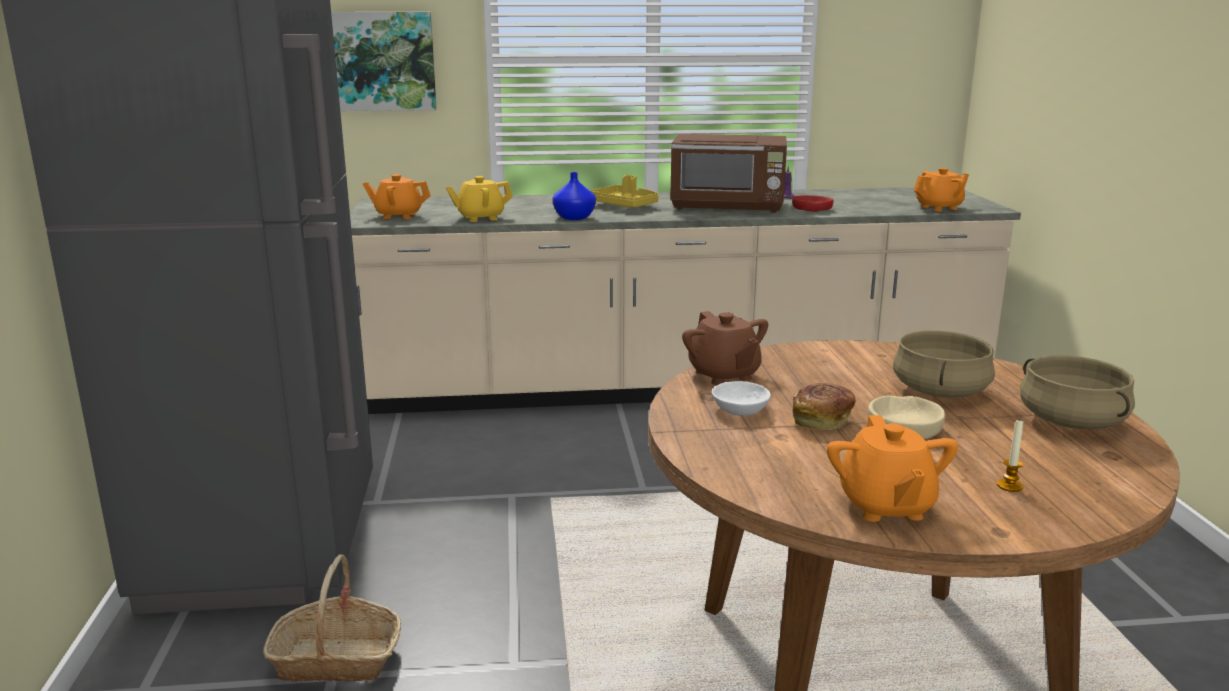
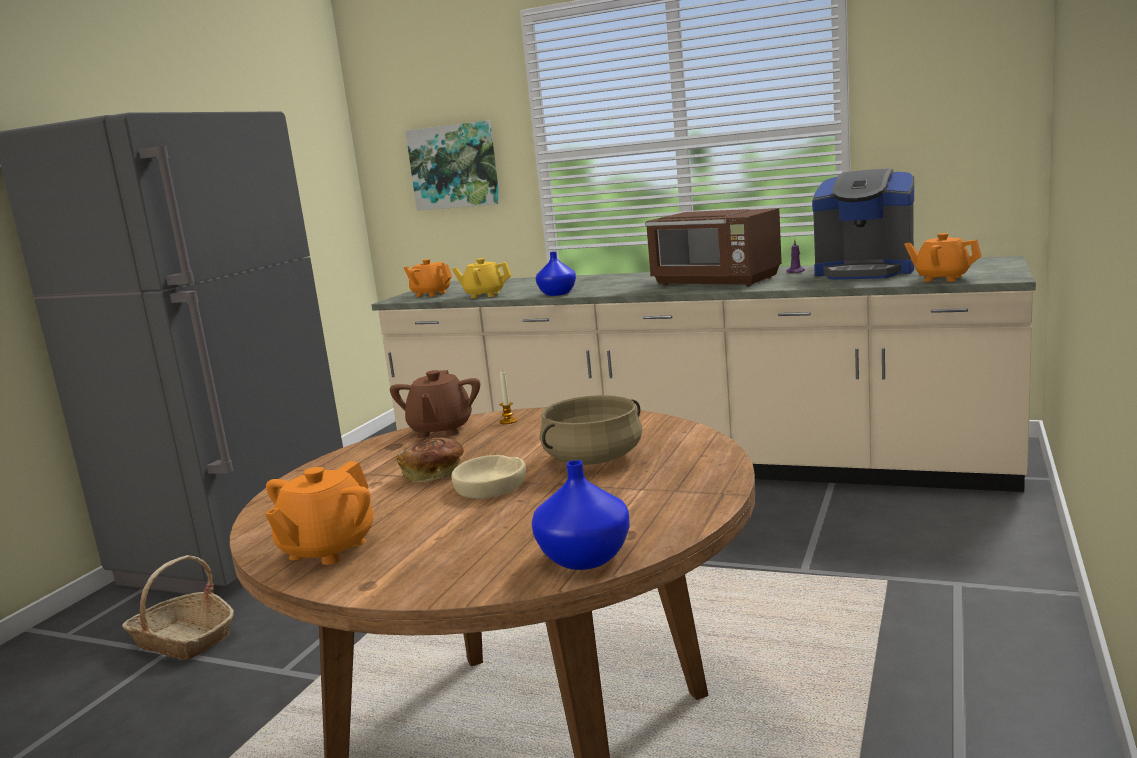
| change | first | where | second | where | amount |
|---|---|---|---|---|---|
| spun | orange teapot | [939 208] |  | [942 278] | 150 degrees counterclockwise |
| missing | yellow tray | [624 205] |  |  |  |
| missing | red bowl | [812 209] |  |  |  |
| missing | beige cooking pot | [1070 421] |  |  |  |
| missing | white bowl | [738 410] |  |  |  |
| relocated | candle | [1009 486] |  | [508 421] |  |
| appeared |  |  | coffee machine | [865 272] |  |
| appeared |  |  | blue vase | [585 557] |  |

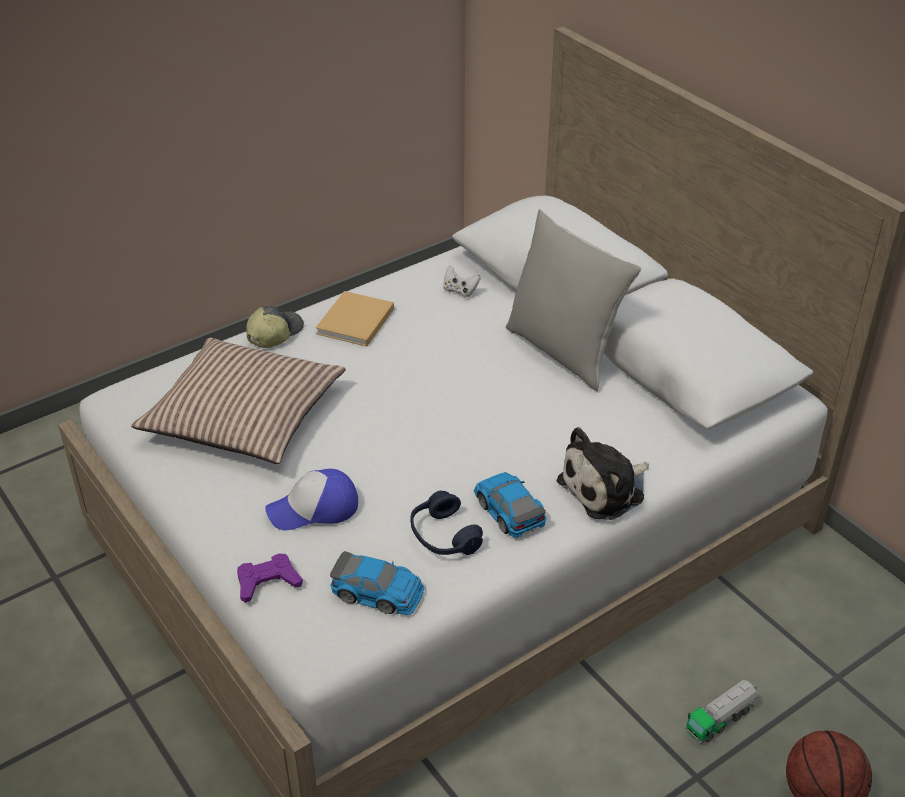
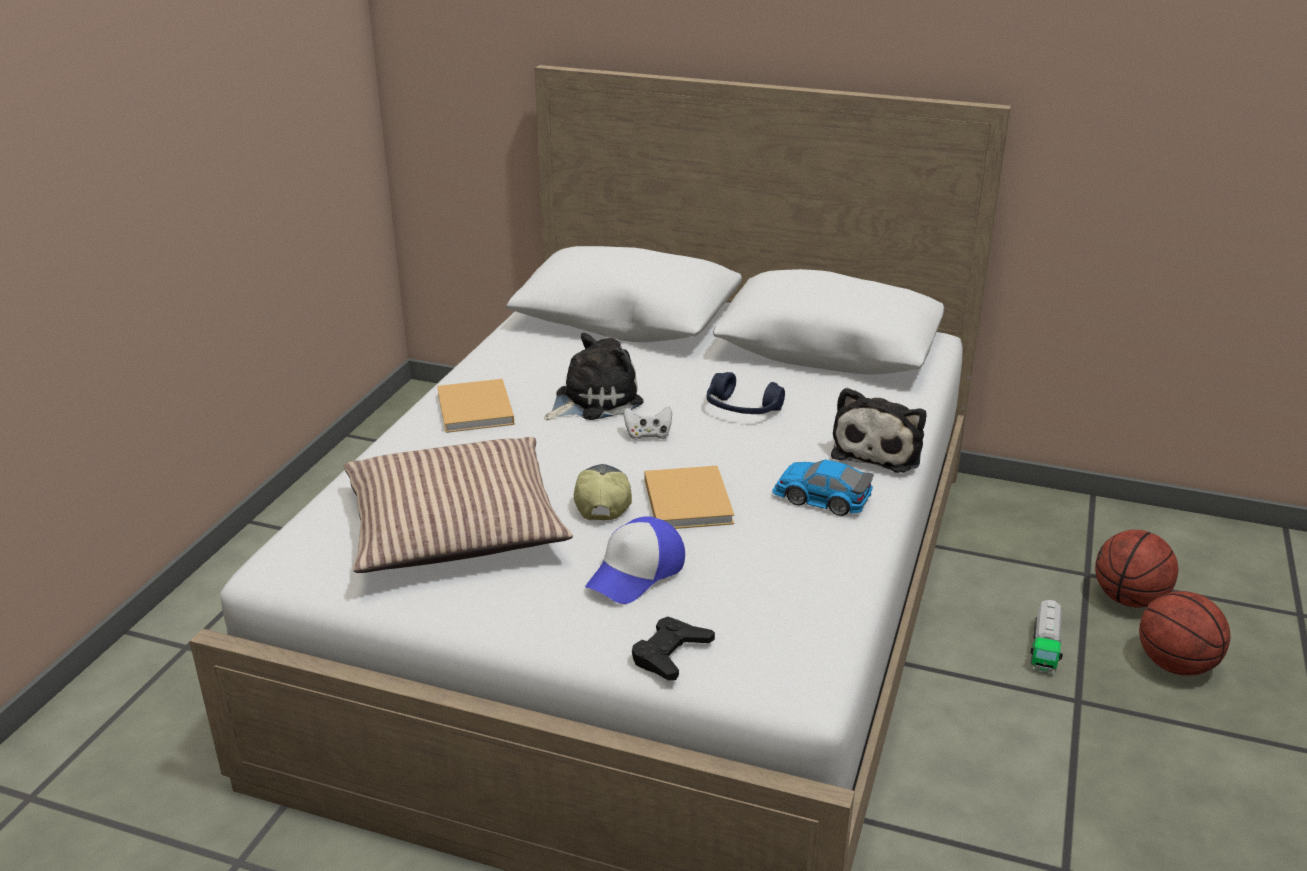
| change | first | where | second | where | amount |
|---|---|---|---|---|---|
| missing | grey pillow | [564 351] |  |  |  |
| relocated | white game controller | [460 291] |  | [648 435] |  |
| relocated | cap | [274 333] |  | [601 502] |  |
| relocated | blue headphones | [443 536] |  | [742 409] |  |
| missing | toy car | [378 592] |  |  |  |
| colour | purple game controller | [267 582] | black game controller | [670 654] |  |
| appeared |  |  | plush toy | [593 400] |  |
| appeared |  |  | beige book | [687 499] |  |
| appeared |  |  | basketball | [1128 599] |  |

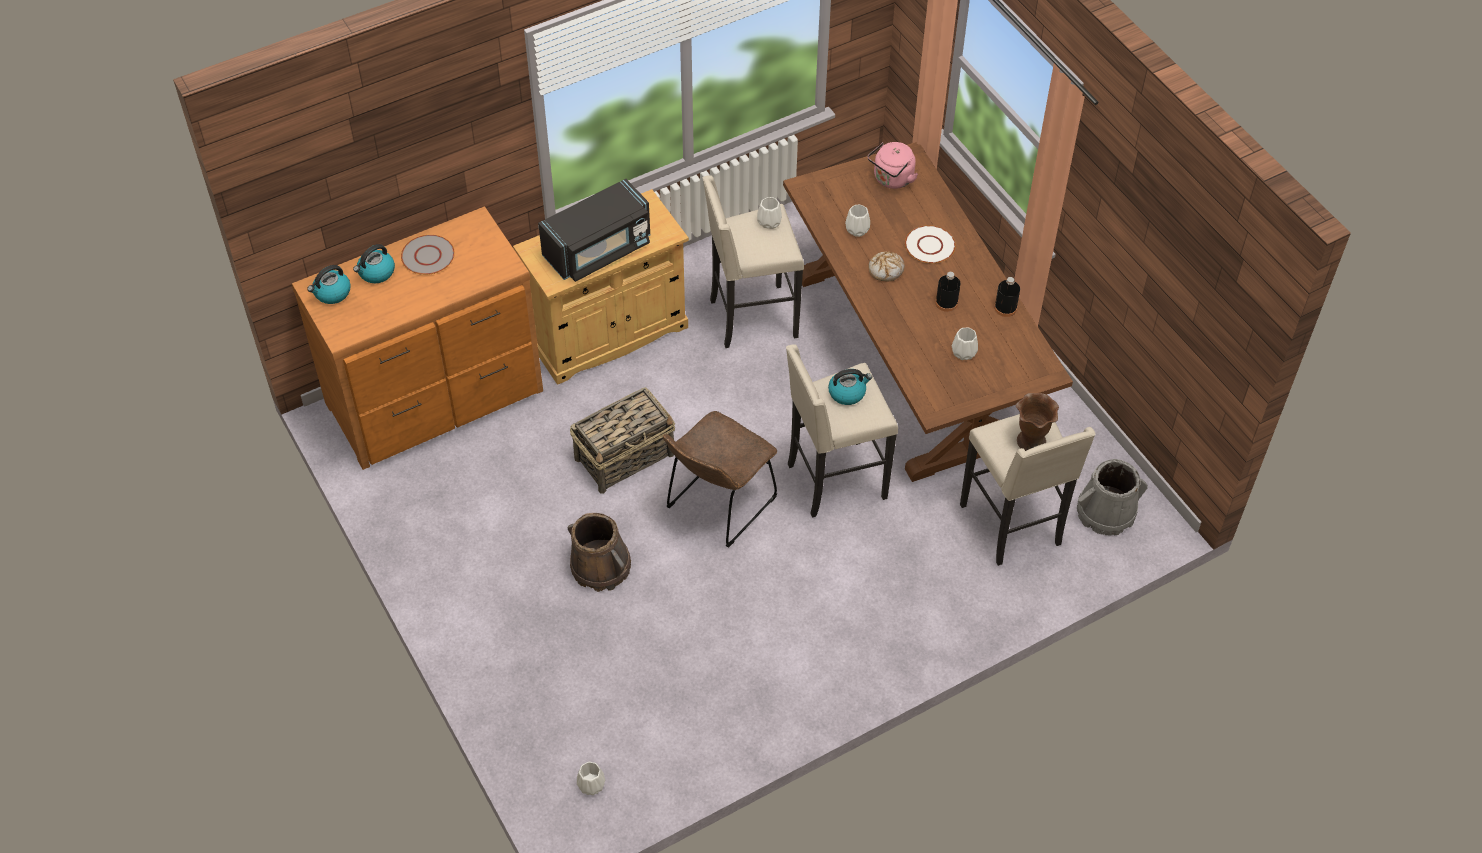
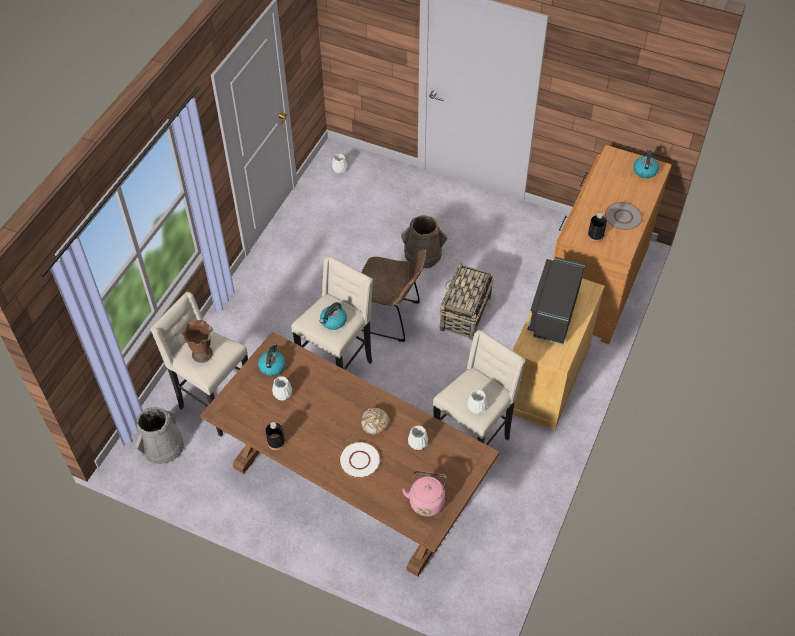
| change | first | where | second | where | amount |
|---|---|---|---|---|---|
| relocated | kettle | [376 273] |  | [272 366] |  |
| relocated | black bottle | [946 303] |  | [595 235] |  |
| spun | brown chair | [718 506] |  | [390 317] | 105 degrees clockwise |

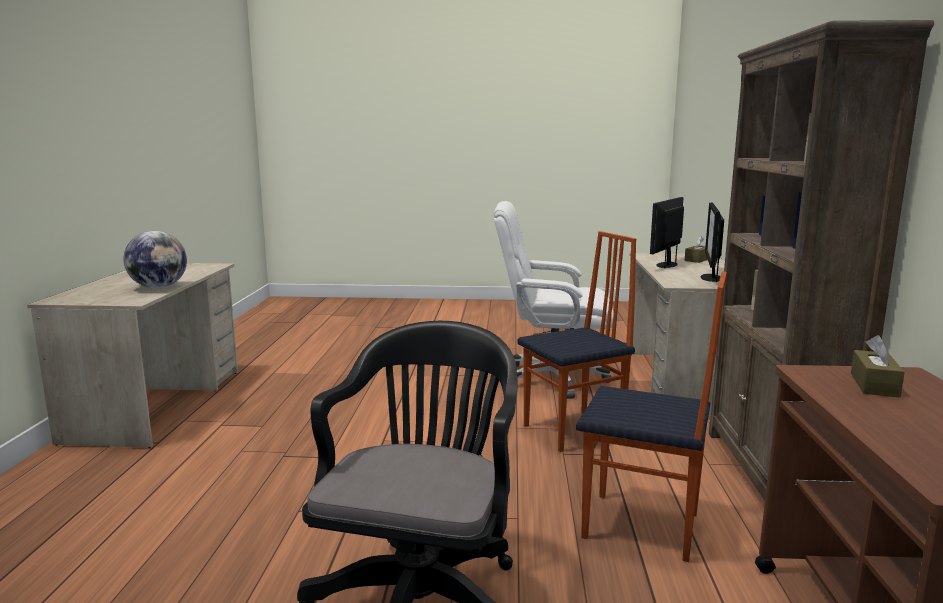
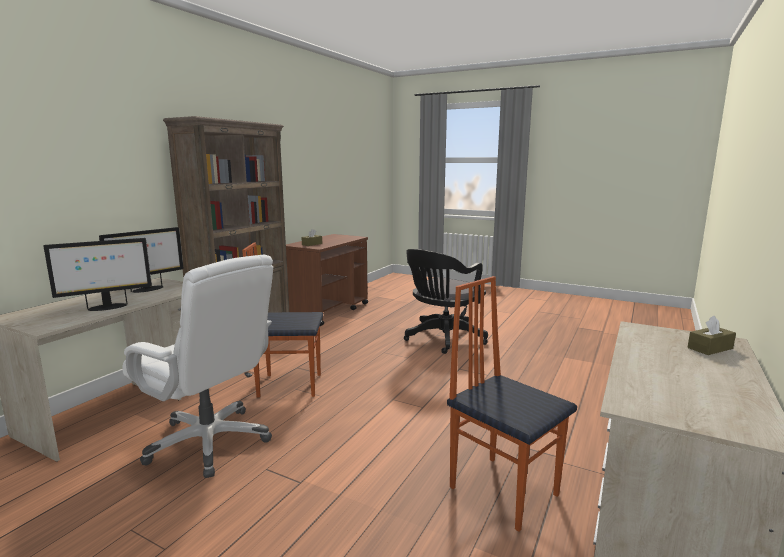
| change | first | where | second | where | amount |
|---|---|---|---|---|---|
| missing | globe | [159 287] |  |  |  |
| relocated | brown tissue box | [697 260] |  | [710 348] |  |
| relocated | chair | [641 527] |  | [503 489] |  |

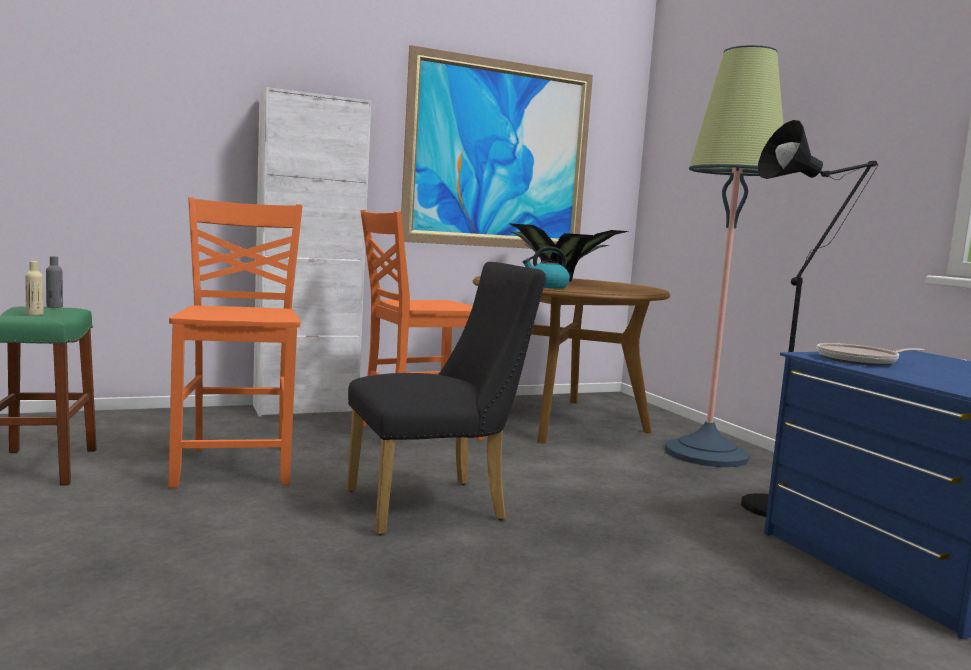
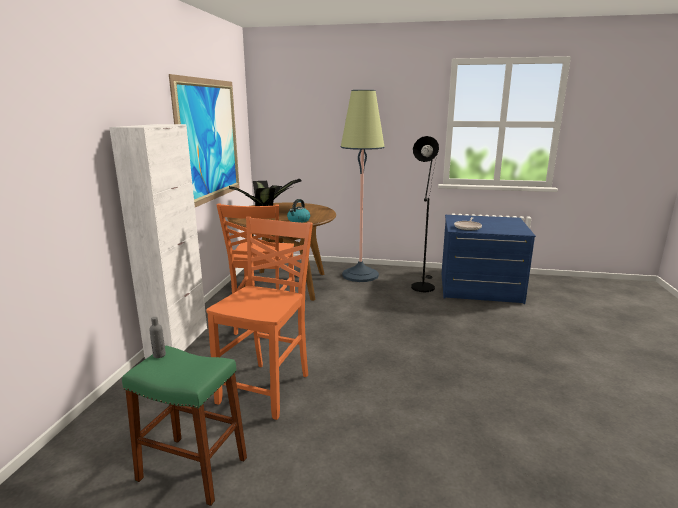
| change | first | where | second | where | amount |
|---|---|---|---|---|---|
| spun | orange chair | [237 465] |  | [267 388] | 90 degrees clockwise |
| missing | beige bottle | [34 314] |  |  |  |
| missing | black chair | [437 505] |  |  |  |

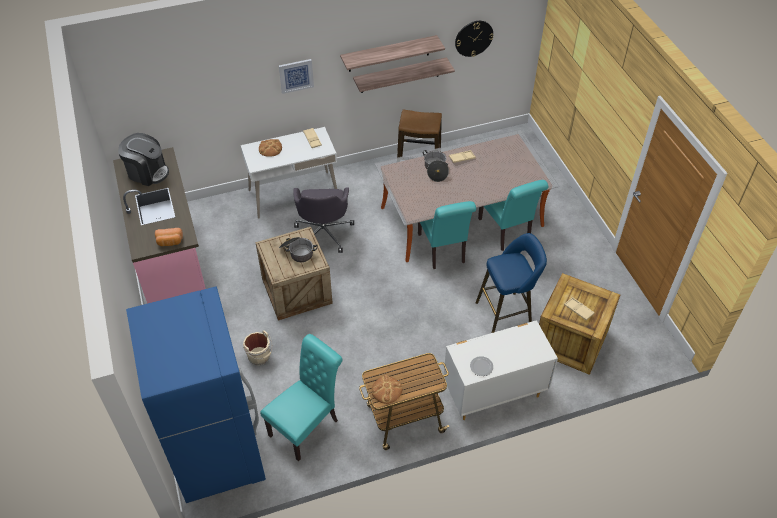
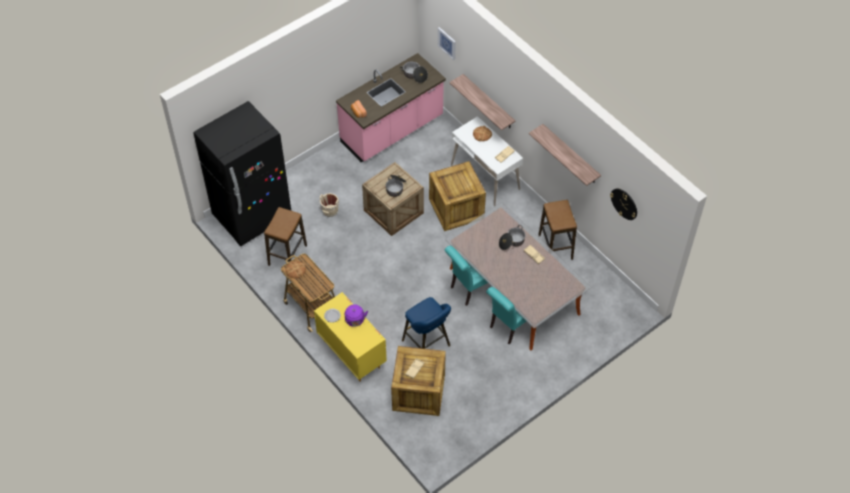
| change | first | where | second | where | amount |
|---|---|---|---|---|---|
| relocated | shelf | [400 75] |  | [488 102] |  |
| relocated | picture | [296 75] |  | [447 43] |  |
| exchanged | coffee machine | [147 172] | cooking pot | [414 75] |  |
| exchanged | grey office chair | [324 233] | crate | [455 208] |  |
| colour | blue fridge | [217 452] | black fridge | [252 216] |  |
| colour | white dresser | [493 394] | yellow dresser | [351 353] |  |
| exchanged | turquoise chair | [307 425] | stool | [287 255] |  |
| appeared |  |  | purple kettle | [355 321] |  |

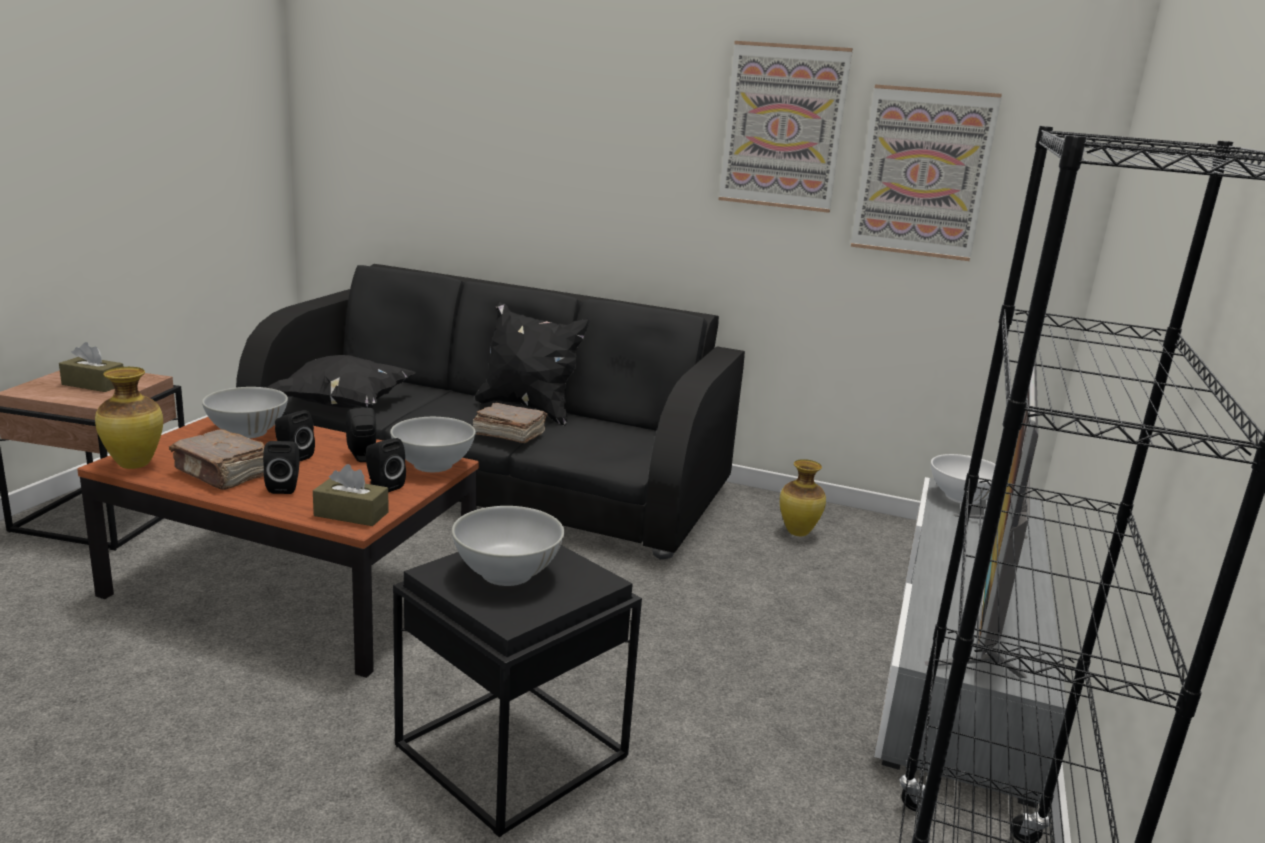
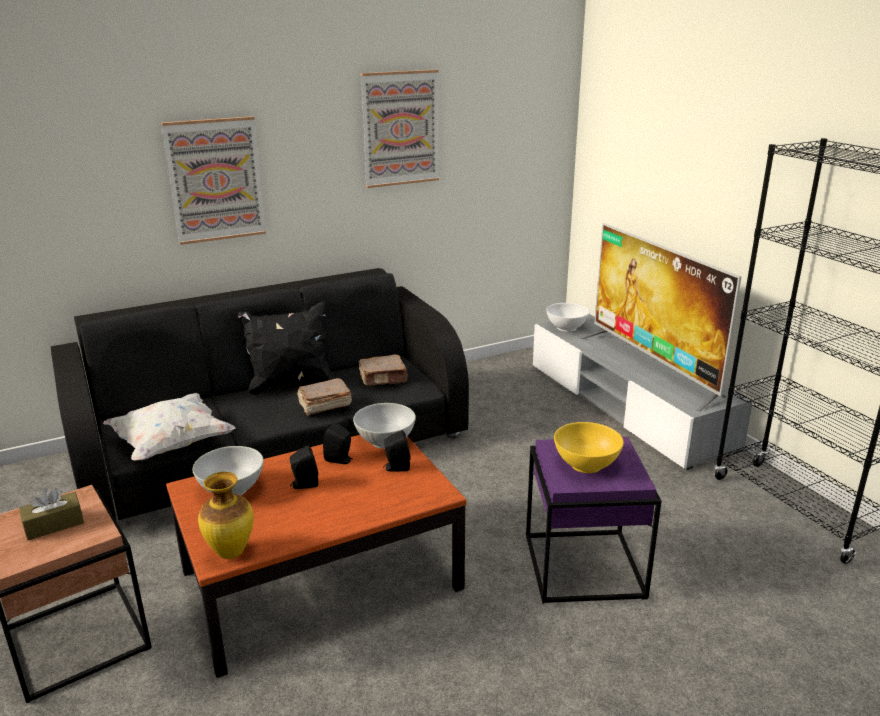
| change | first | where | second | where | amount |
|---|---|---|---|---|---|
| relocated | picture | [923 173] |  | [215 180] |  |
| colour | black pillow | [342 406] | white pillow | [172 445] |  |
| relocated | brown book | [222 474] |  | [383 379] |  |
| missing | black speaker | [285 487] |  |  |  |
| missing | vase | [797 533] |  |  |  |
| missing | brown tissue box | [351 514] |  |  |  |
| colour | white bowl | [506 573] | yellow bowl | [585 465] |  |
| colour | black side table | [512 749] | purple side table | [582 565] |  |

